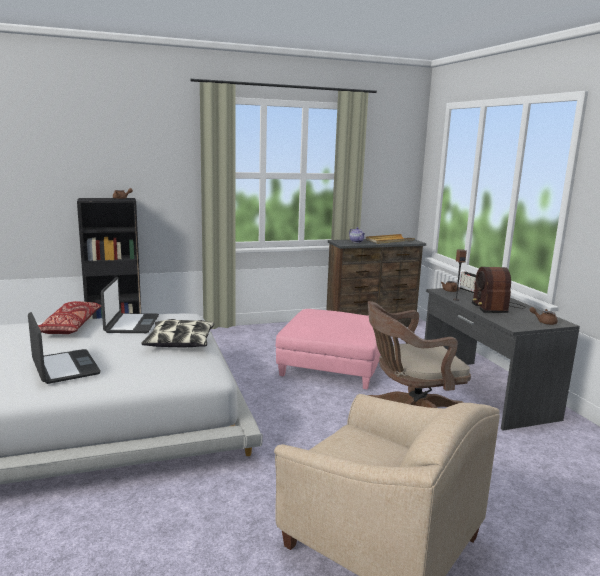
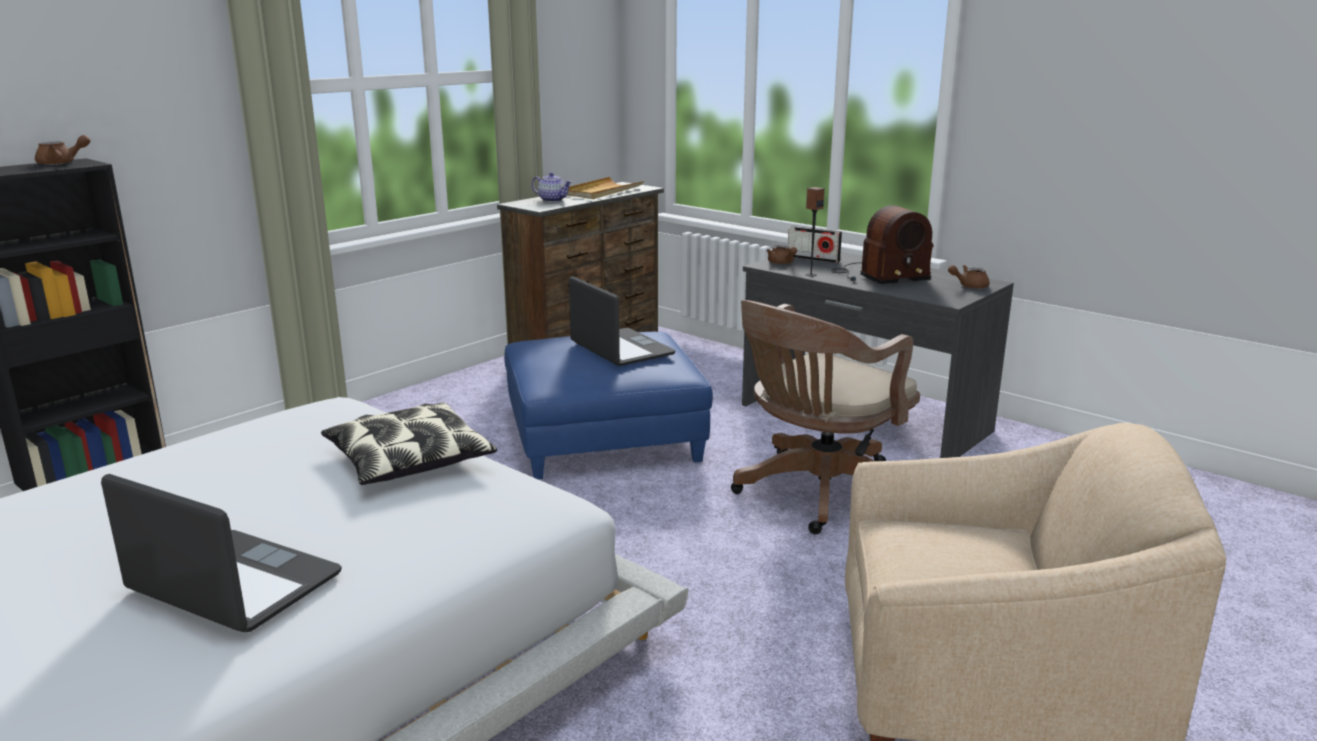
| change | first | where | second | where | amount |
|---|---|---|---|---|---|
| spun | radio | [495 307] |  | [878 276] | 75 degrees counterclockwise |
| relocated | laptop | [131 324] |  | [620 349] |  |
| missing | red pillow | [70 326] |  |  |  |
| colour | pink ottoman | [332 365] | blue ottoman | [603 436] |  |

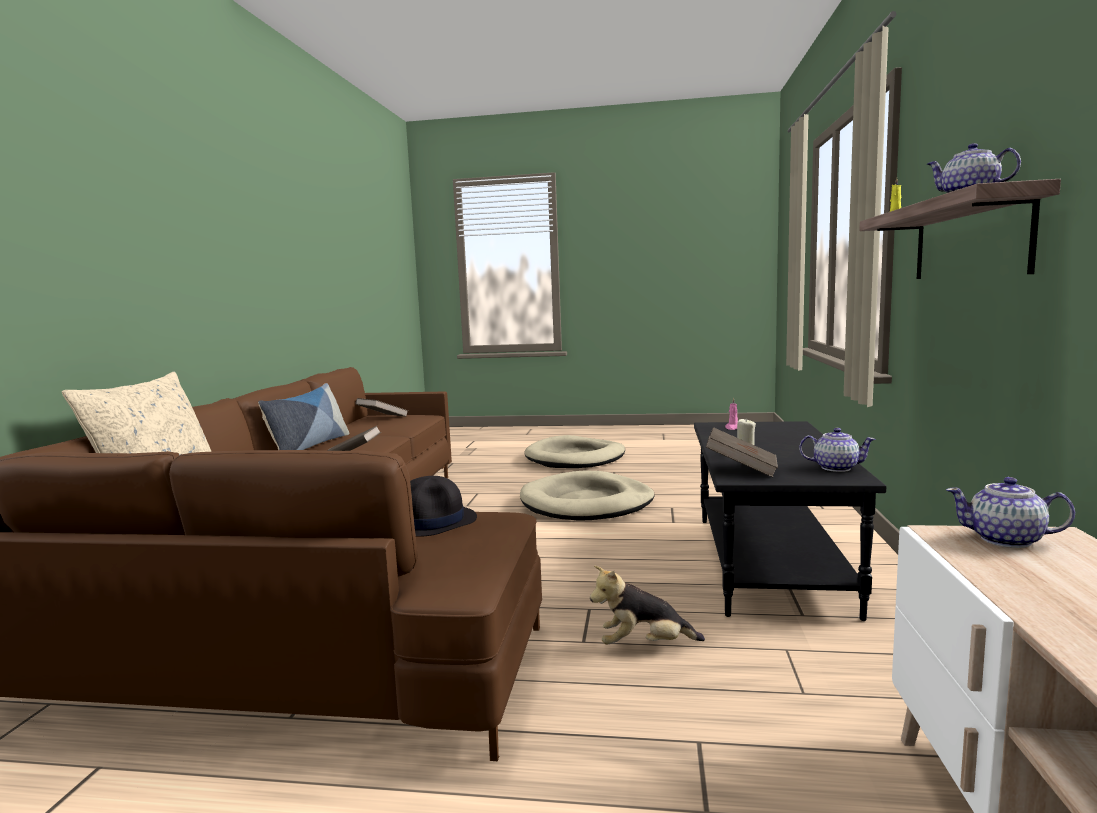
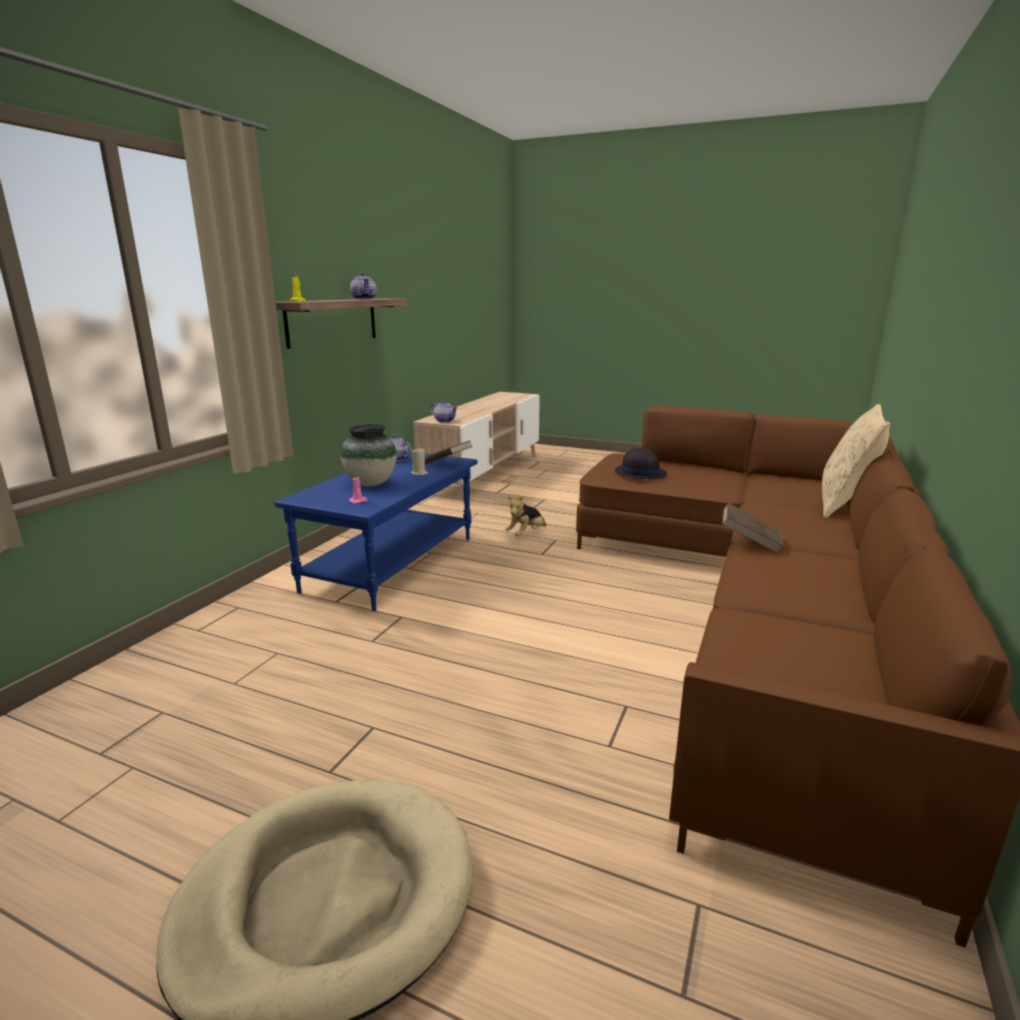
| change | first | where | second | where | amount |
|---|---|---|---|---|---|
| missing | pillow | [309 446] |  |  |  |
| missing | brown book | [382 418] |  |  |  |
| colour | black coffee table | [766 562] | blue coffee table | [392 564] |  |
| missing | beige dog bed | [587 503] |  |  |  |
| spun | plush toy | [644 646] |  | [526 534] | 120 degrees clockwise |
| appeared |  |  | vase | [370 483] |  |

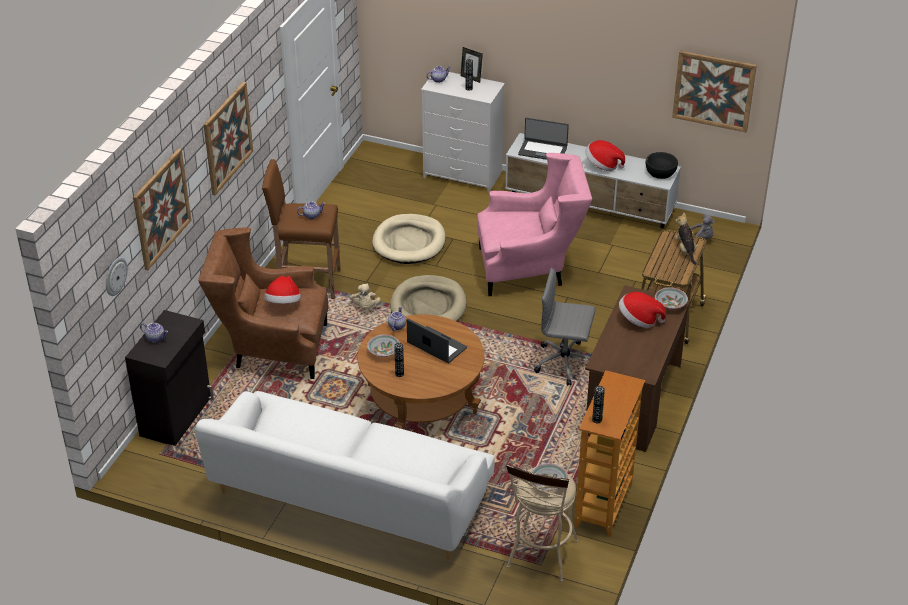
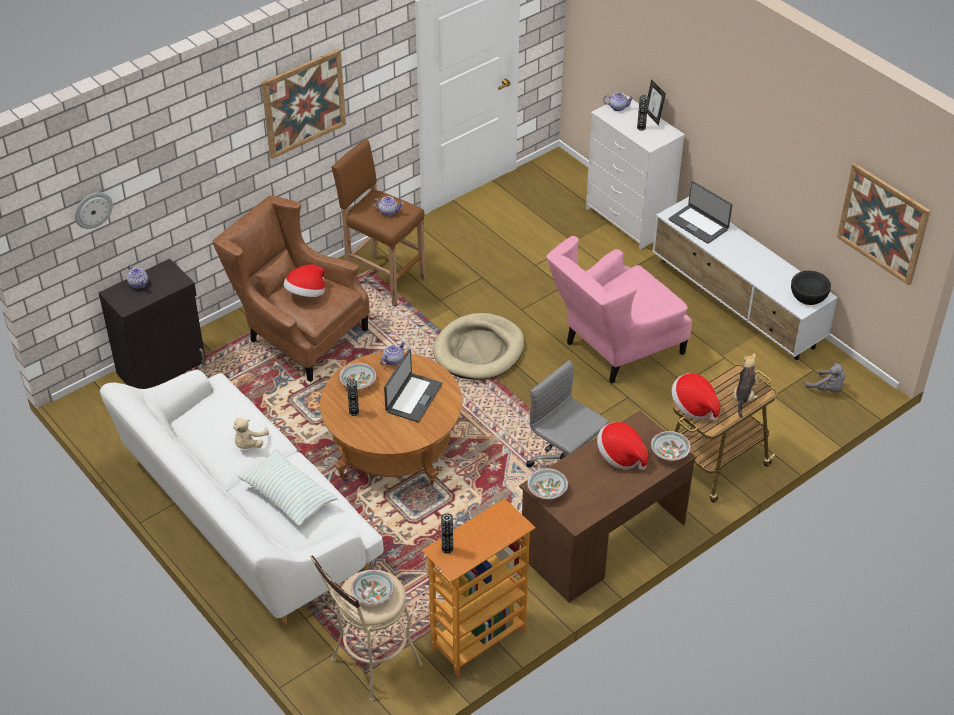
| change | first | where | second | where | amount |
|---|---|---|---|---|---|
| relocated | hat | [602 165] |  | [694 407] |  |
| missing | picture | [161 208] |  |  |  |
| spun | pink armchair | [529 268] |  | [614 349] | 120 degrees clockwise |
| missing | beige dog bed | [409 242] |  |  |  |
| relocated | beige plush toy | [365 307] |  | [249 444] |  |
| spun | laptop | [436 346] |  | [413 397] | 45 degrees clockwise |
| appeared |  |  | pillow | [288 496] |  |
| appeared |  |  | bowl | [547 490] |  |

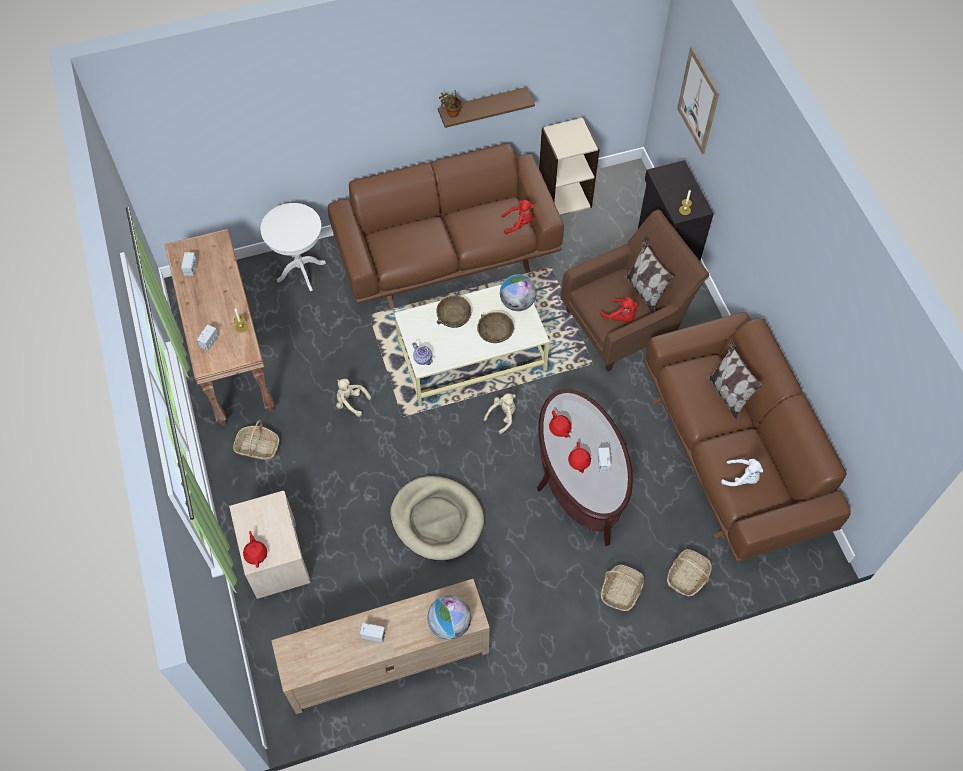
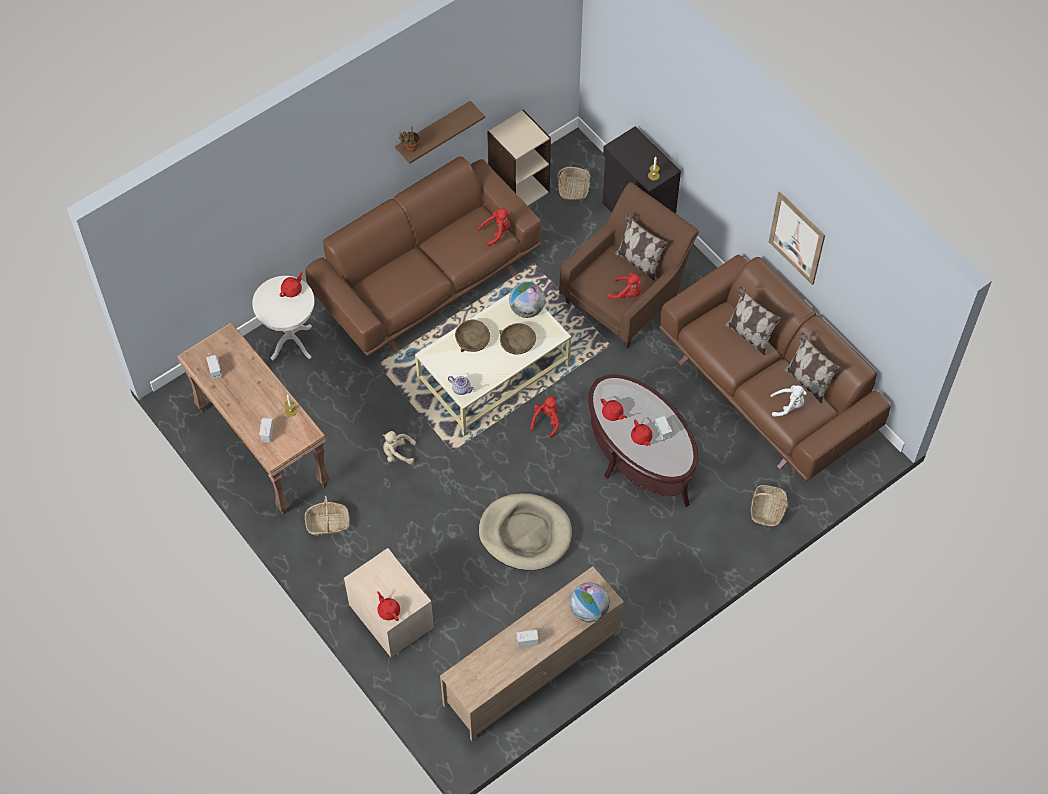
| change | first | where | second | where | amount |
|---|---|---|---|---|---|
| relocated | picture | [698 101] |  | [797 238] |  |
| colour | beige plush toy | [502 416] | red plush toy | [546 421] |  |
| relocated | basket | [621 591] |  | [574 189] |  |
| appeared |  |  | red teapot | [292 290] |  |
| appeared |  |  | pillow | [807 381] |  |

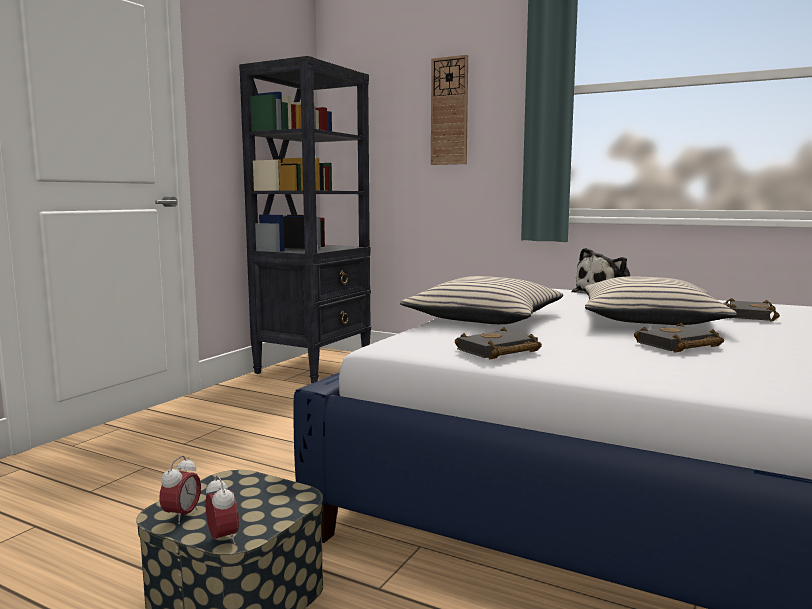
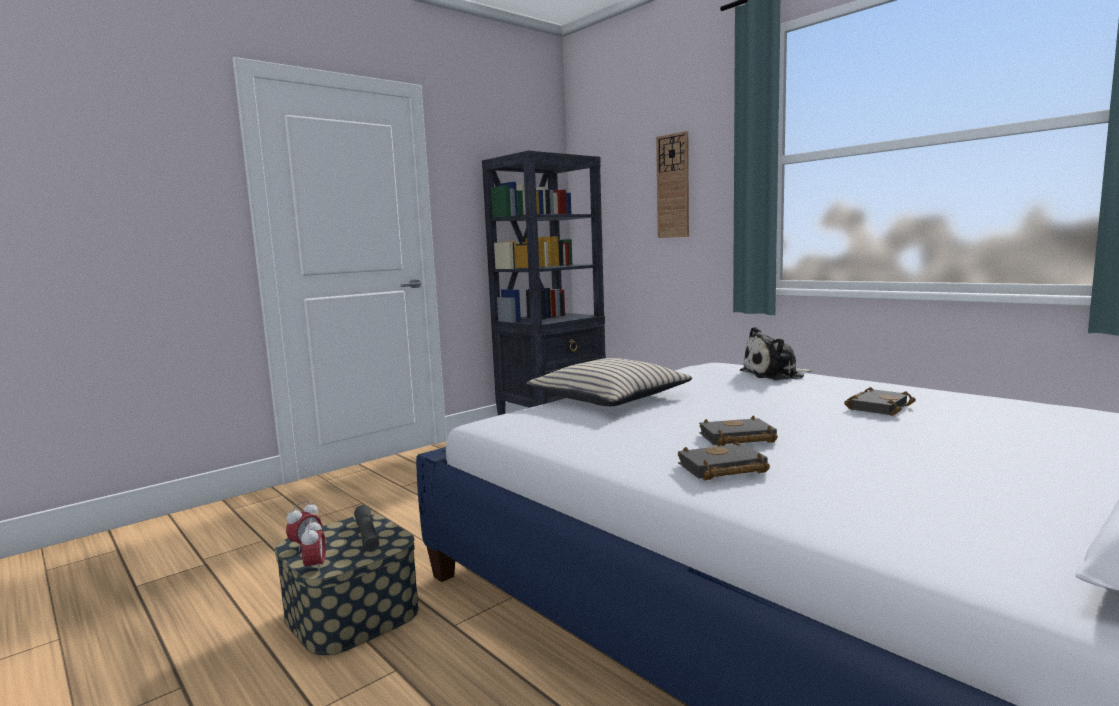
| change | first | where | second | where | amount |
|---|---|---|---|---|---|
| missing | beige pillow | [649 319] |  |  |  |
| relocated | black book | [497 351] |  | [721 469] |  |
| appeared |  |  | grey flashlight | [367 535] |  |

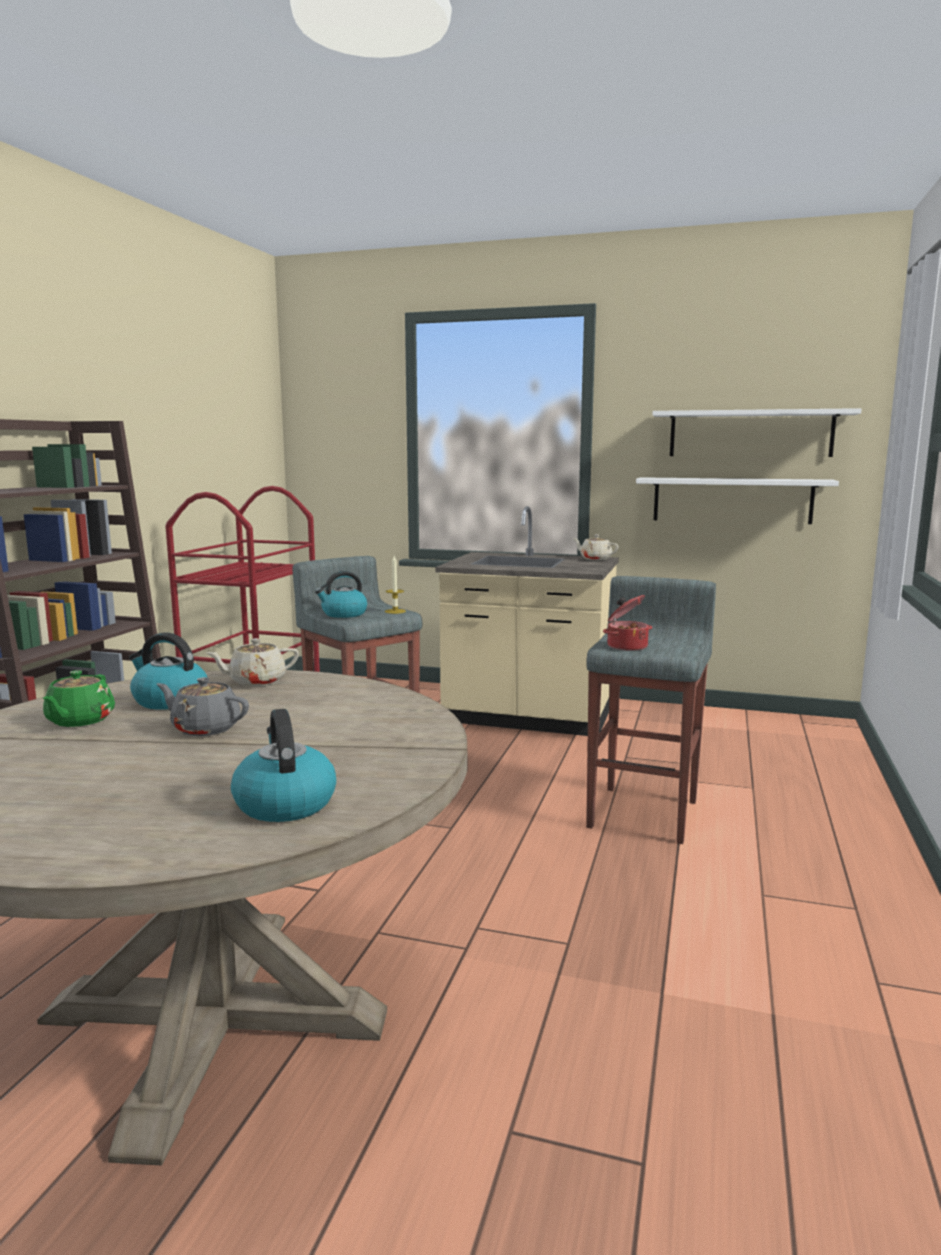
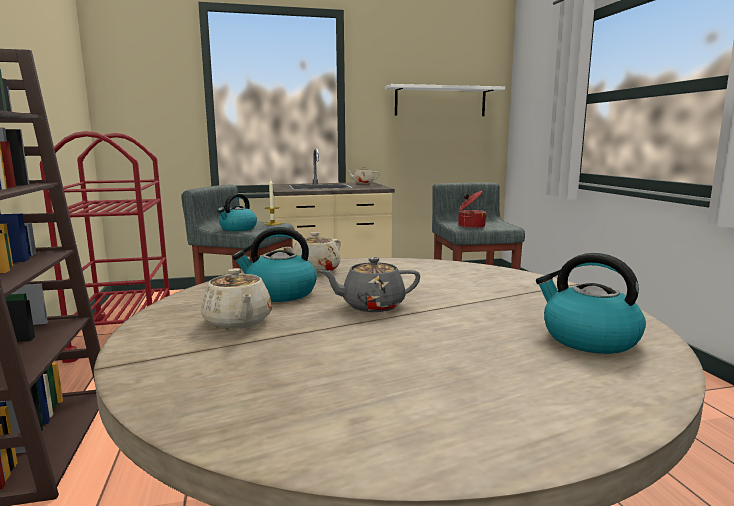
| change | first | where | second | where | amount |
|---|---|---|---|---|---|
| missing | white shelf | [732 500] |  |  |  |
| colour | green teapot | [79 721] | beige teapot | [238 322] |  |

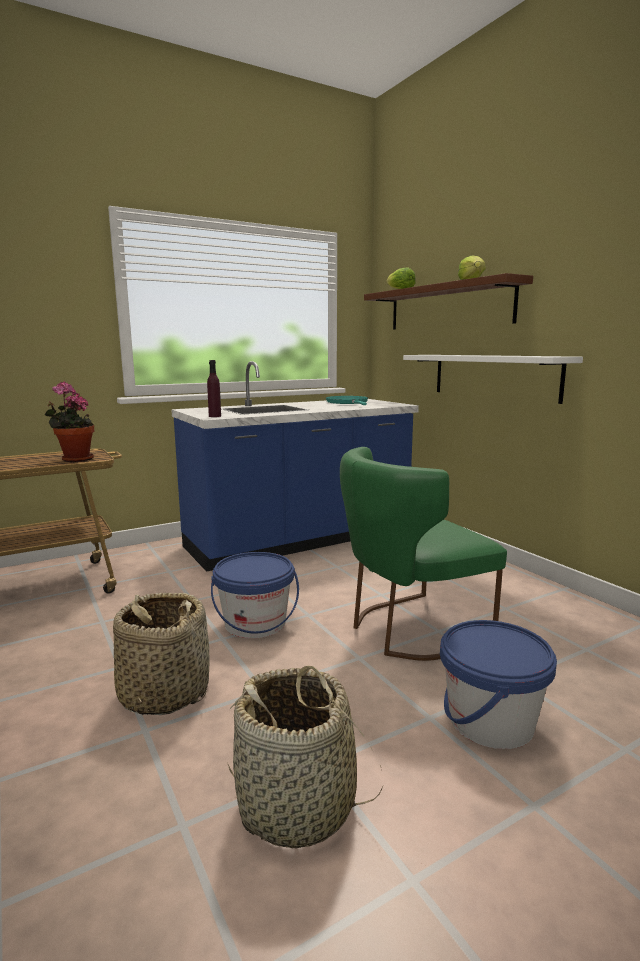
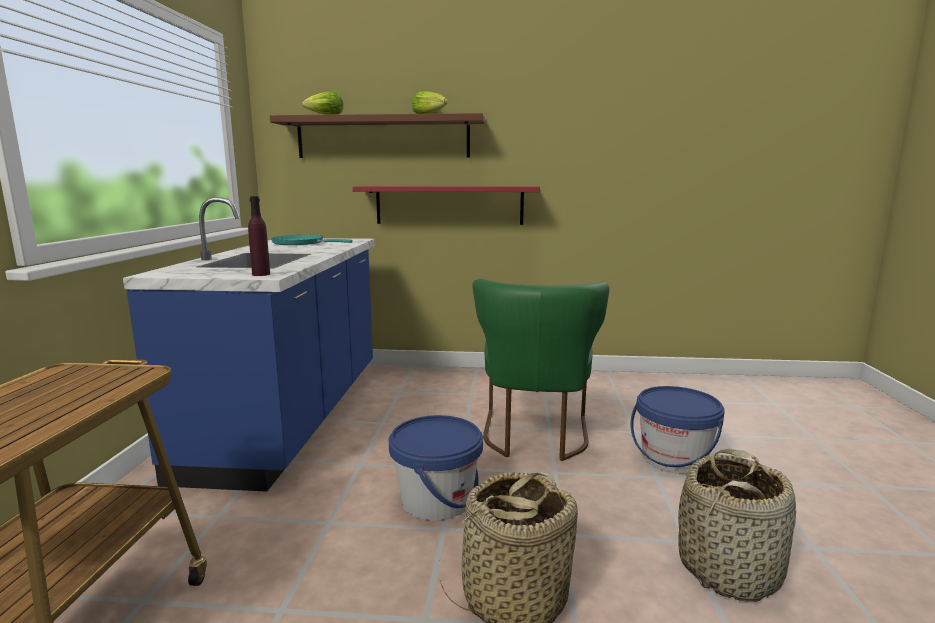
| change | first | where | second | where | amount |
|---|---|---|---|---|---|
| colour | white shelf | [493 376] | red shelf | [449 205] |  |
| missing | potted plant | [74 459] |  |  |  |

